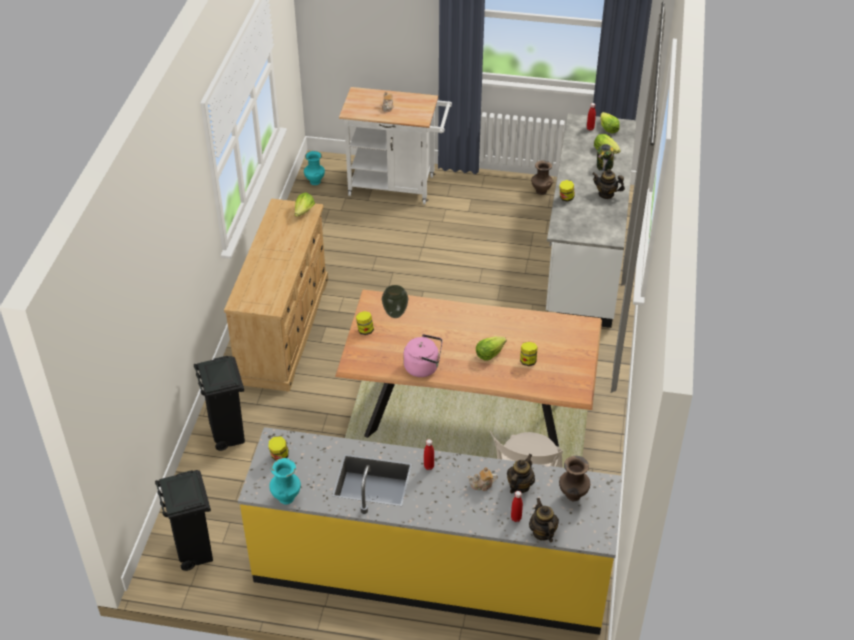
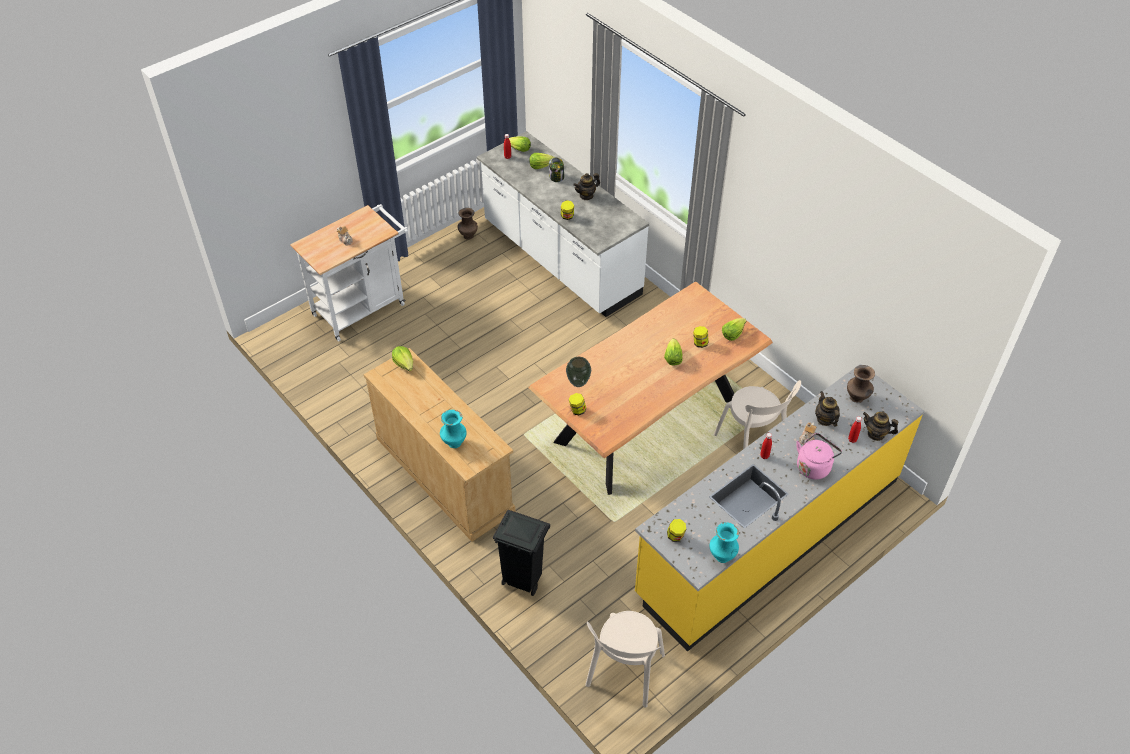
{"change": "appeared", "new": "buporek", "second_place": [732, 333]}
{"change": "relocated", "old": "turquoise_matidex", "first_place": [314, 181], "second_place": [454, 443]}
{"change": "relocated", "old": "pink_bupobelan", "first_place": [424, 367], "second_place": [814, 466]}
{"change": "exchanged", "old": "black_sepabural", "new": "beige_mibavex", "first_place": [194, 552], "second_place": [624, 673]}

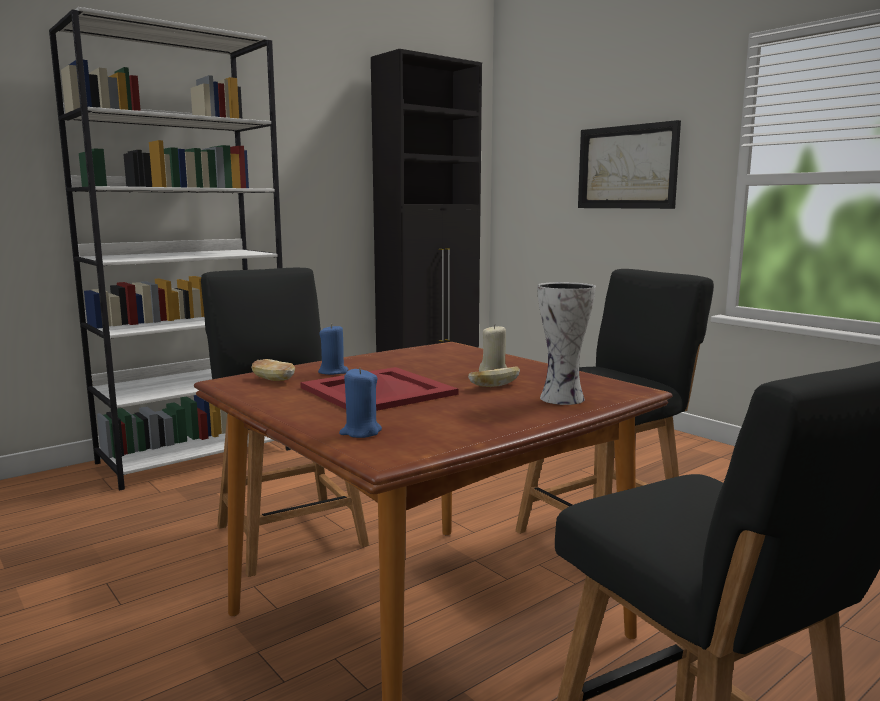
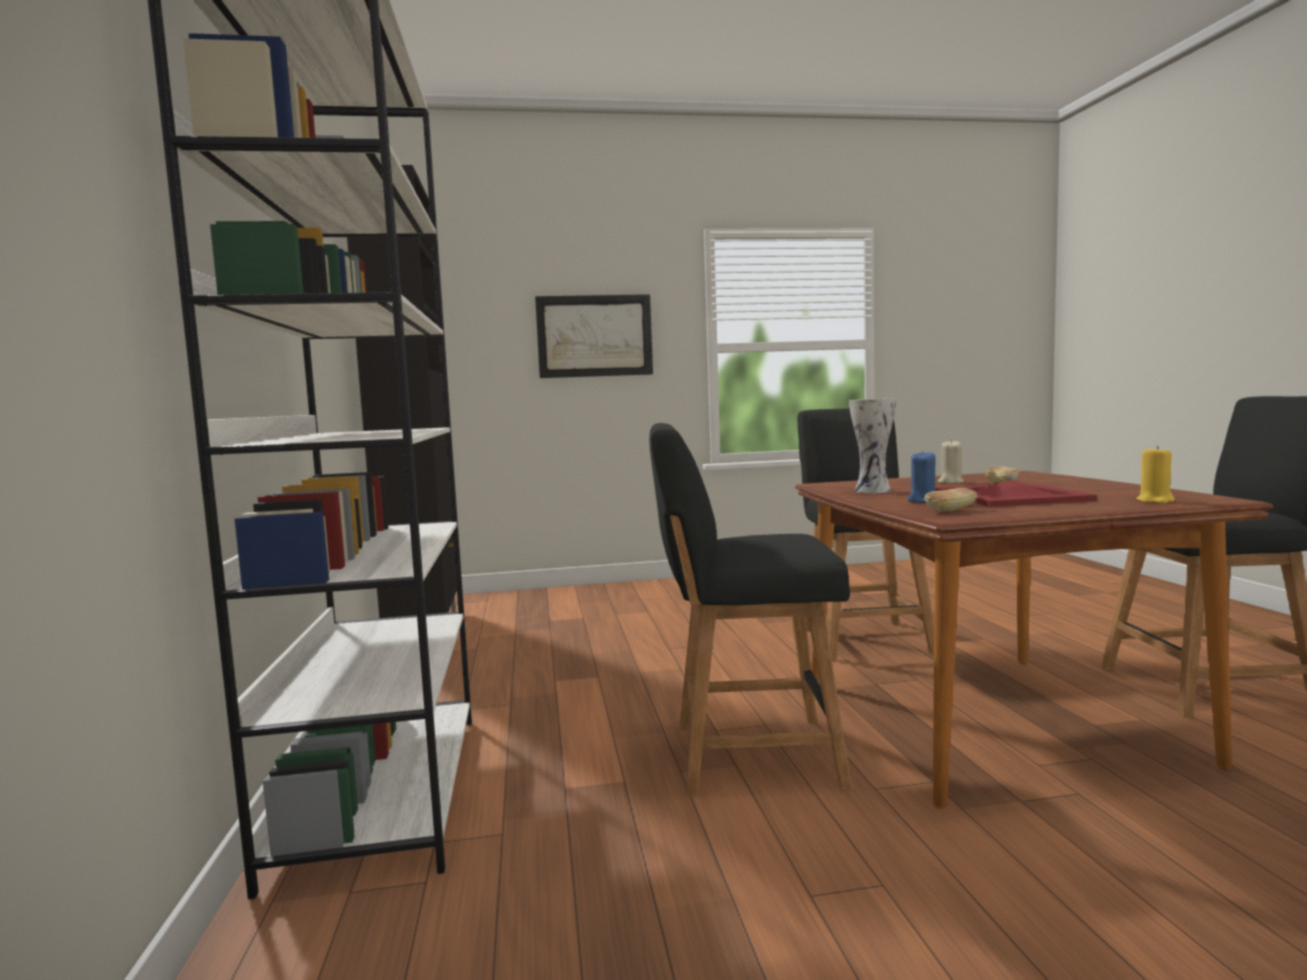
{"change": "relocated", "old": "matidex", "first_place": [562, 399], "second_place": [874, 491]}
{"change": "colour", "old": "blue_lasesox", "new": "yellow_lasesox", "first_place": [360, 432], "second_place": [1155, 501]}

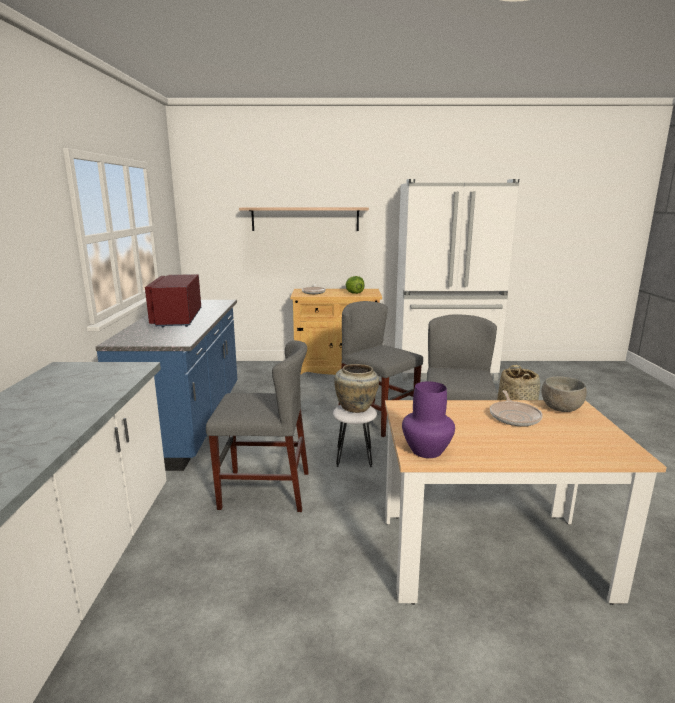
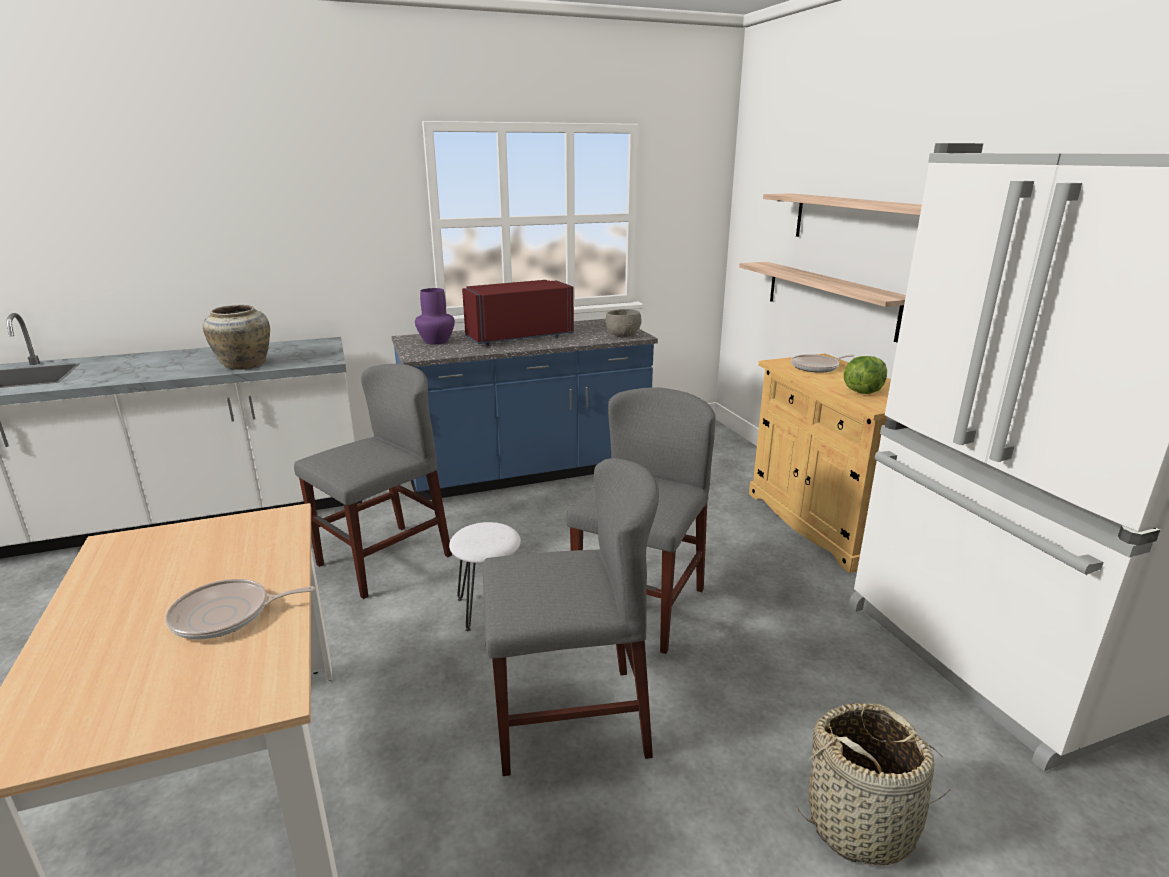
{"change": "appeared", "new": "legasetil", "second_place": [829, 298]}
{"change": "relocated", "old": "beige_matidex", "first_place": [356, 408], "second_place": [243, 365]}
{"change": "relocated", "old": "purple_matidex", "first_place": [427, 450], "second_place": [437, 341]}
{"change": "relocated", "old": "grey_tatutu", "first_place": [560, 409], "second_place": [623, 336]}
{"change": "spun", "old": "grey_mibavex", "first_place": [265, 490], "second_place": [384, 560], "degrees": -120}

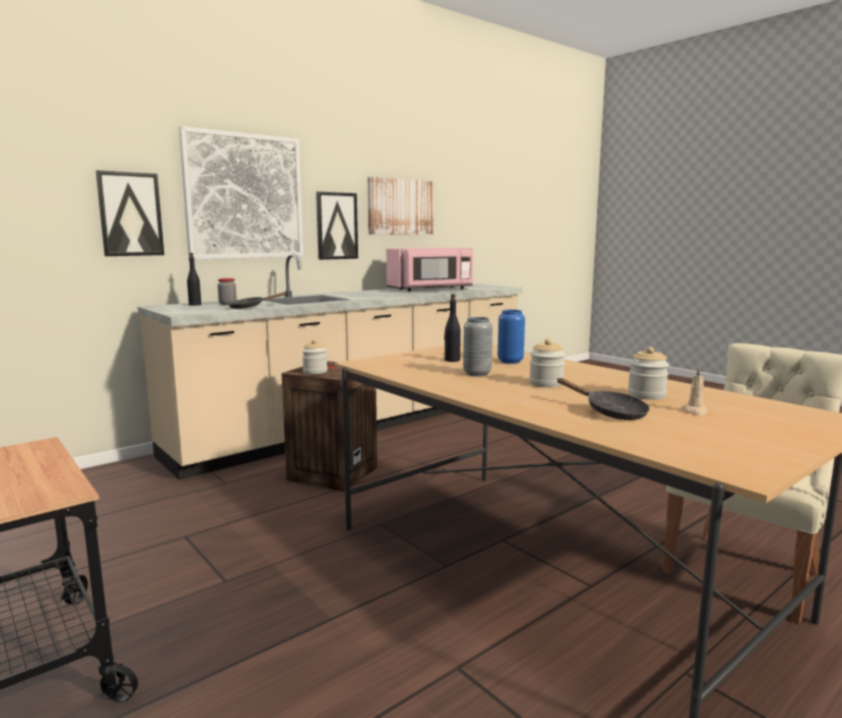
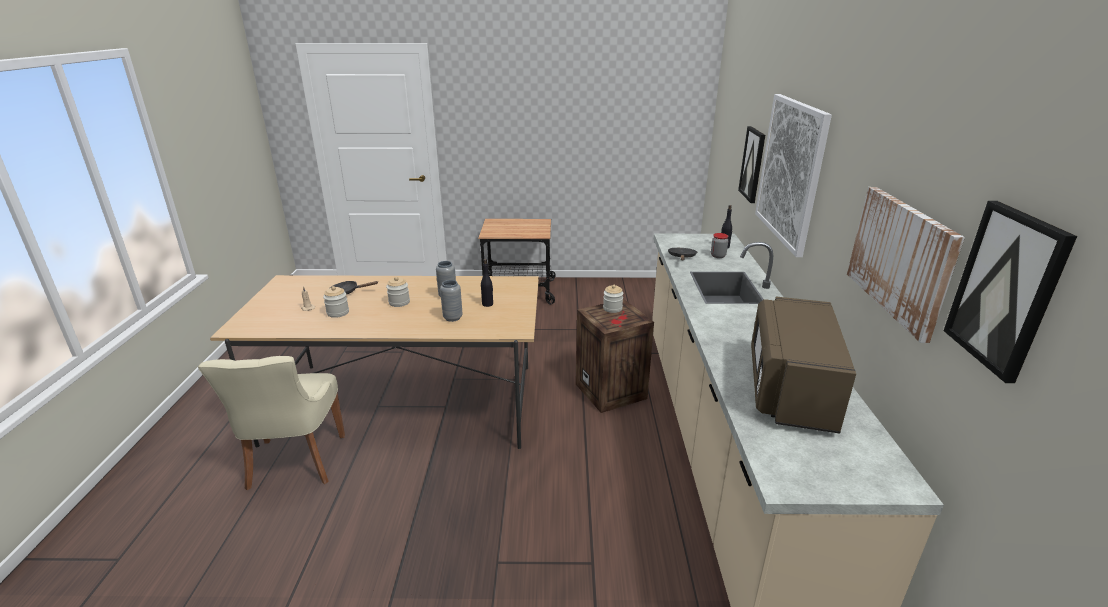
{"change": "relocated", "old": "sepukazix", "first_place": [336, 226], "second_place": [1006, 290]}
{"change": "colour", "old": "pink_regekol", "new": "brown_regekol", "first_place": [431, 289], "second_place": [790, 389]}
{"change": "colour", "old": "blue_matidex", "new": "grey_matidex", "first_place": [510, 361], "second_place": [452, 318]}

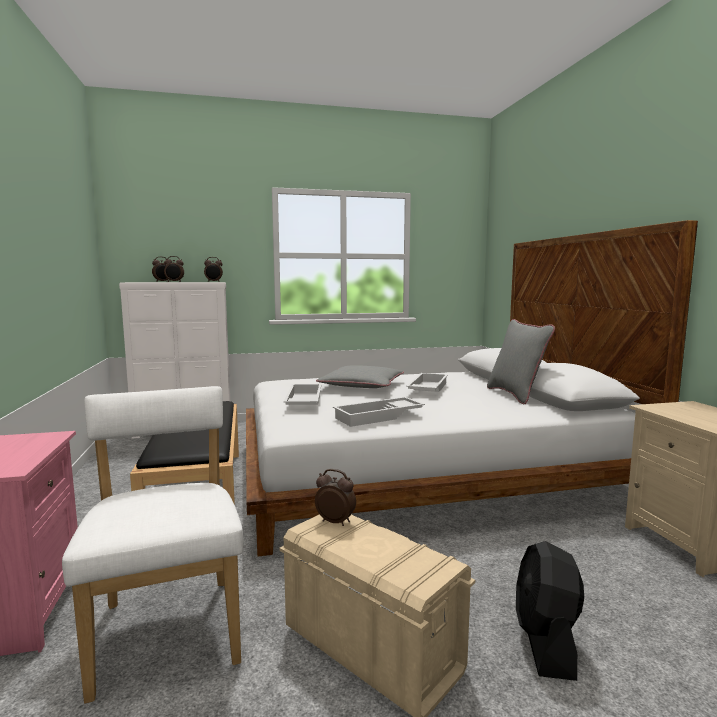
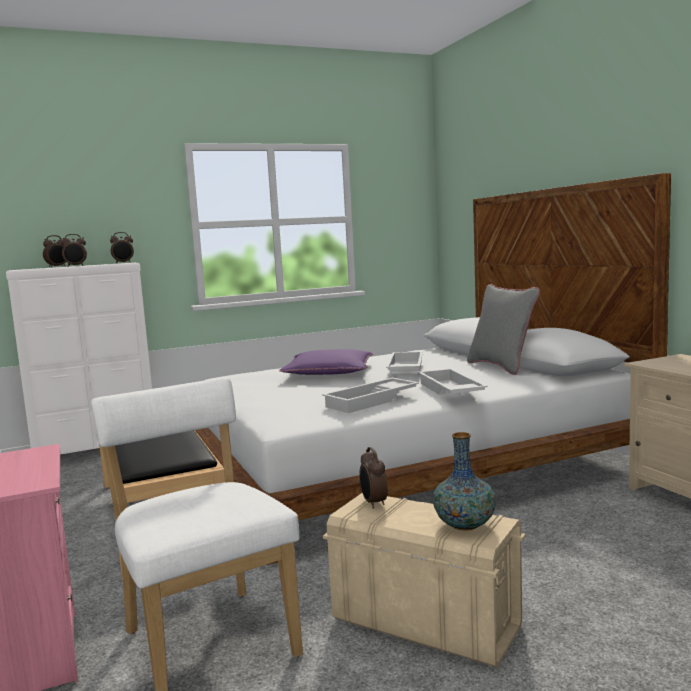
{"change": "missing", "old": "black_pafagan", "first_place": [545, 641]}
{"change": "appeared", "new": "matidex", "second_place": [464, 525]}
{"change": "relocated", "old": "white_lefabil", "first_place": [303, 402], "second_place": [449, 390]}
{"change": "colour", "old": "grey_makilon", "new": "purple_makilon", "first_place": [361, 385], "second_place": [329, 372]}
{"change": "spun", "old": "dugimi", "first_place": [335, 521], "second_place": [373, 503], "degrees": -120}

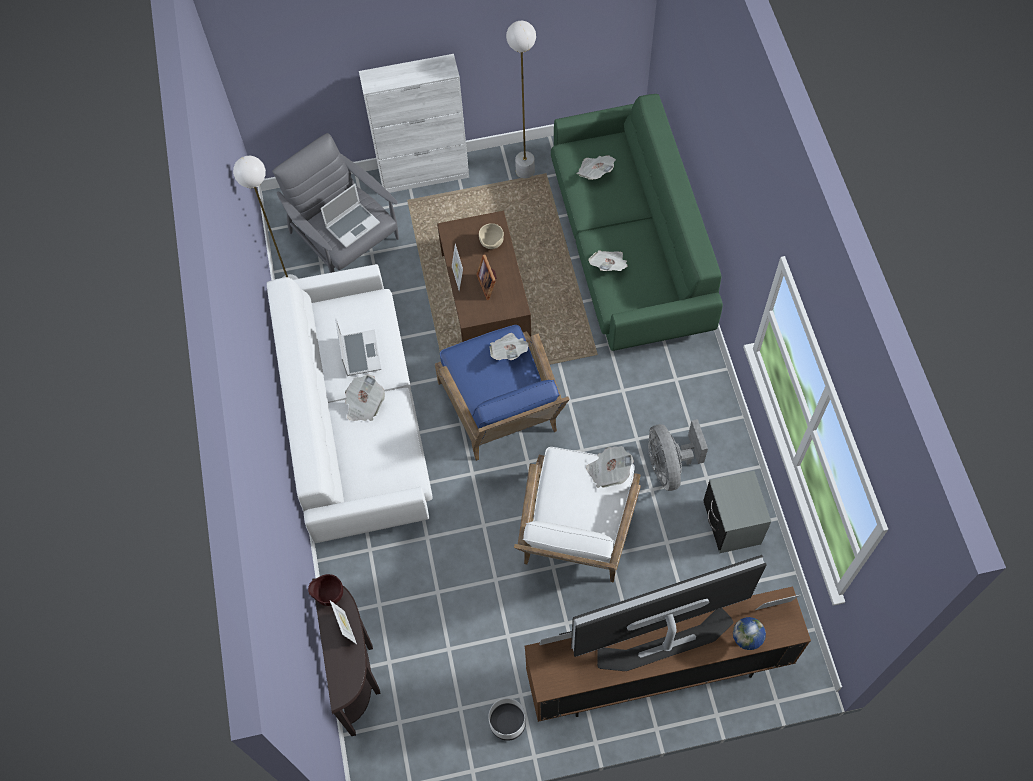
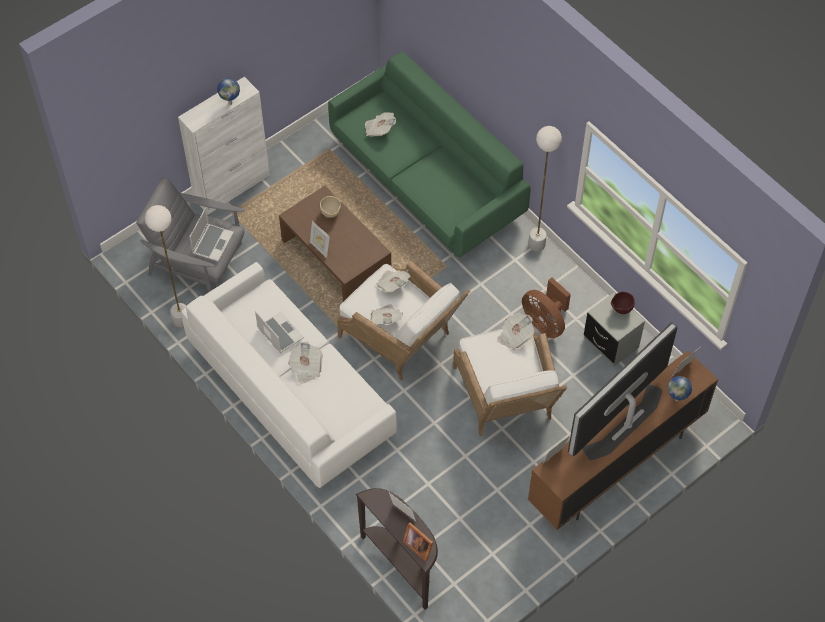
{"change": "missing", "old": "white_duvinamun", "first_place": [508, 723]}
{"change": "appeared", "new": "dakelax", "second_place": [230, 103]}
{"change": "relocated", "old": "brown_tatutu", "first_place": [328, 595], "second_place": [620, 309]}
{"change": "relocated", "old": "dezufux", "first_place": [488, 284], "second_place": [418, 545]}
{"change": "relocated", "old": "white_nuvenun", "first_place": [525, 171], "second_place": [537, 244]}
{"change": "relocated", "old": "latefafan", "first_place": [609, 266], "second_place": [386, 319]}
{"change": "colour", "old": "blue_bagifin", "new": "white_bagifin", "first_place": [503, 415], "second_place": [402, 339]}
{"change": "colour", "old": "grey_pafagan", "new": "brown_pafagan", "first_place": [669, 466], "second_place": [545, 322]}

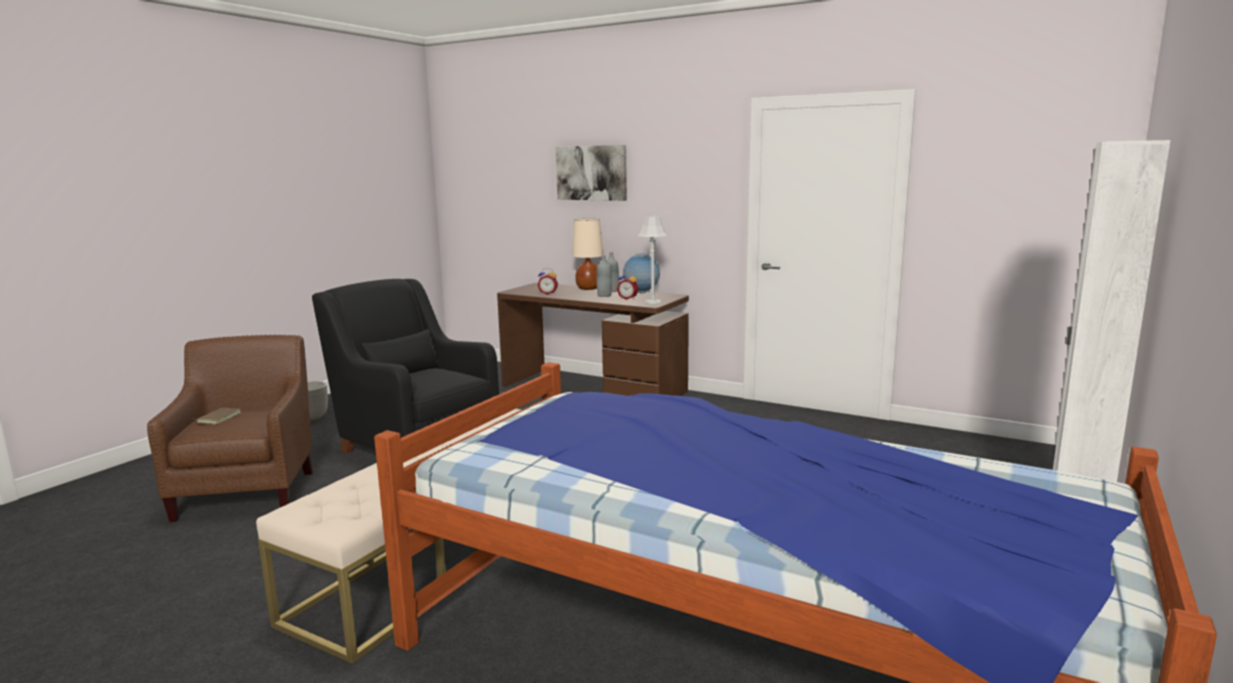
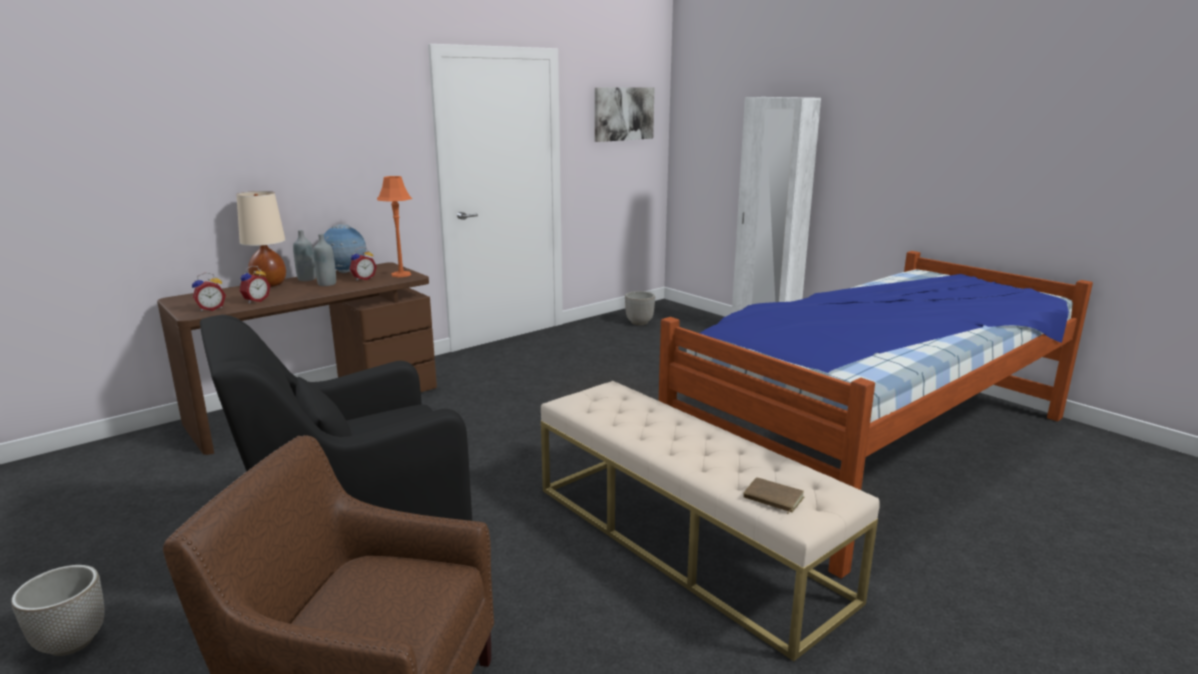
{"change": "appeared", "new": "dugimi", "second_place": [211, 309]}
{"change": "appeared", "new": "duvinamun", "second_place": [639, 323]}
{"change": "relocated", "old": "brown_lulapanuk", "first_place": [218, 418], "second_place": [772, 499]}
{"change": "relocated", "old": "sepukazix", "first_place": [591, 173], "second_place": [623, 114]}
{"change": "colour", "old": "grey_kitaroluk", "new": "orange_kitaroluk", "first_place": [653, 302], "second_place": [401, 274]}

